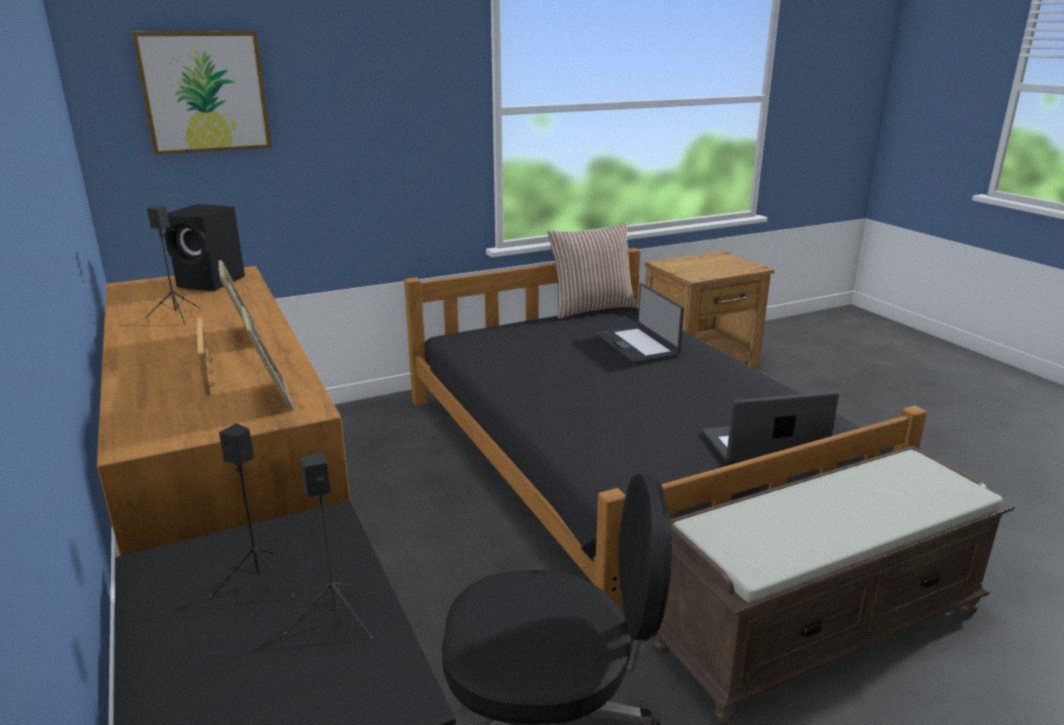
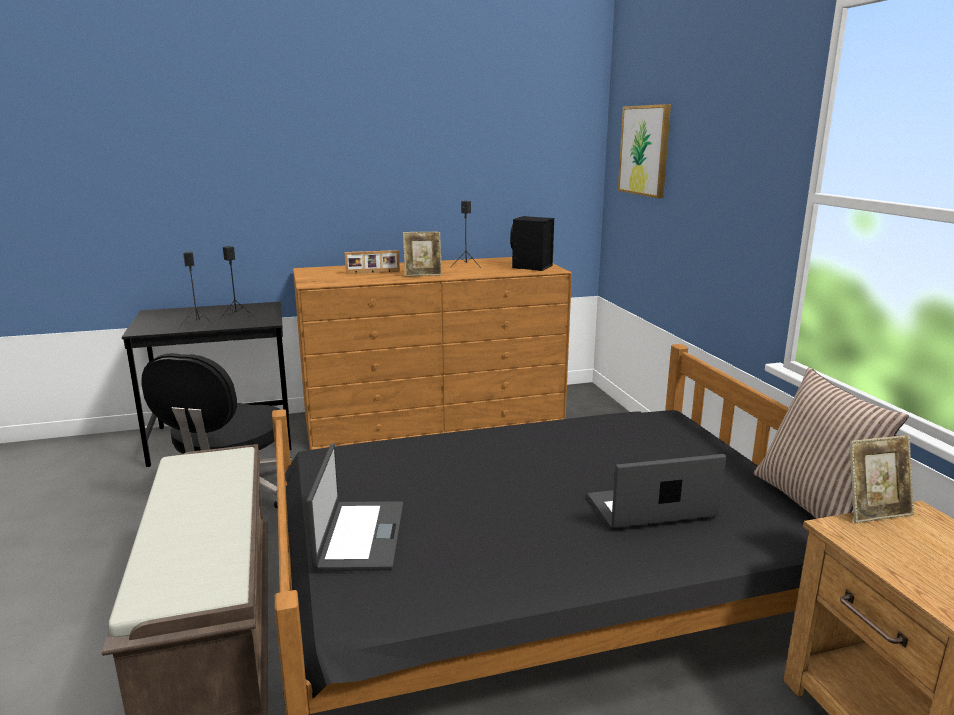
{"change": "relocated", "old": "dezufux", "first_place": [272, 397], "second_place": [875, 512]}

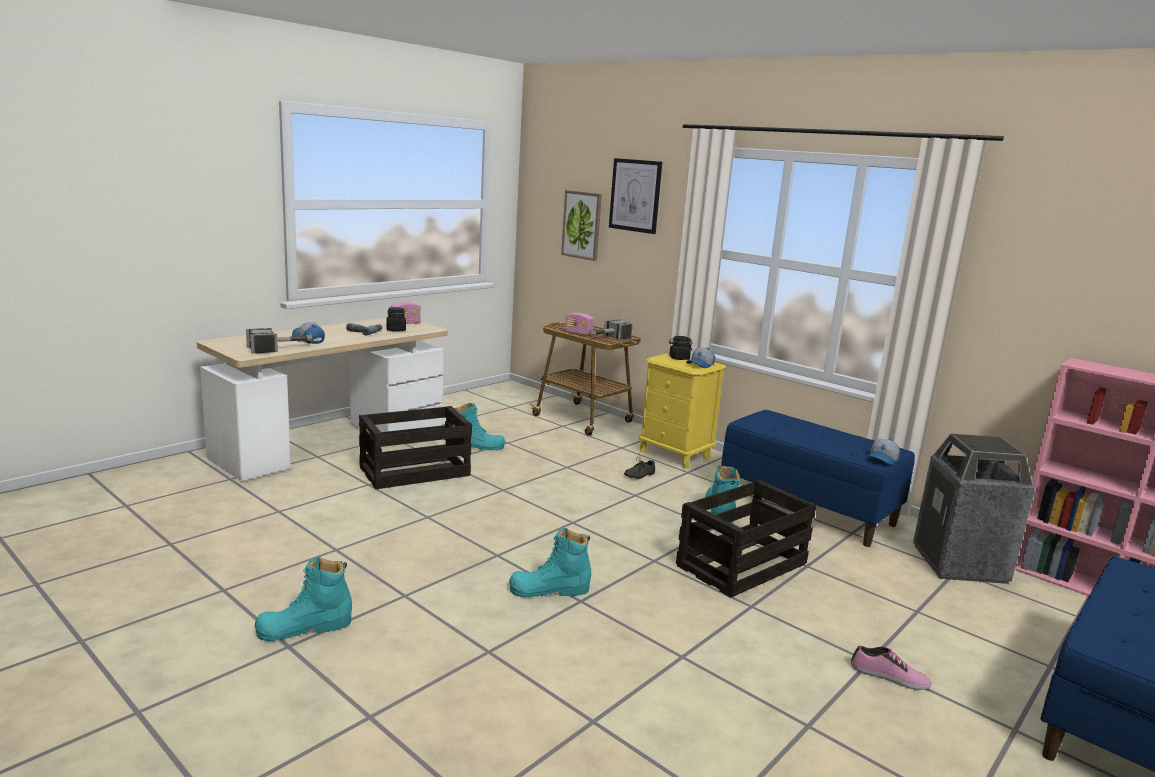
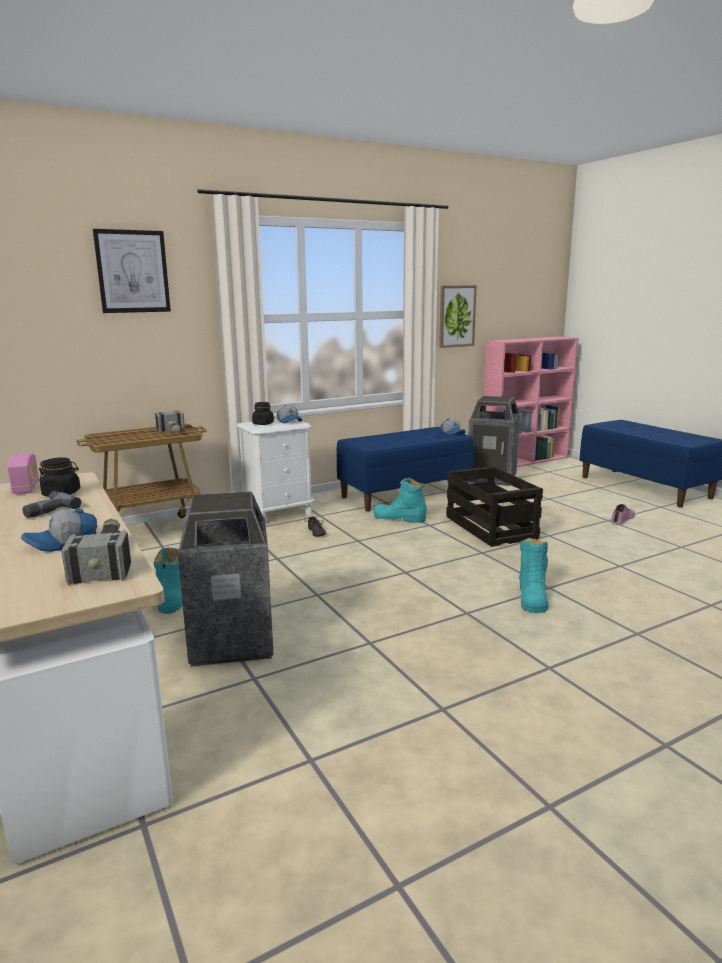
{"change": "missing", "old": "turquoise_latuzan", "first_place": [304, 628]}
{"change": "missing", "old": "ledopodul", "first_place": [578, 333]}
{"change": "relocated", "old": "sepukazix", "first_place": [582, 225], "second_place": [456, 316]}
{"change": "exchanged", "old": "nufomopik", "new": "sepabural", "first_place": [415, 471], "second_place": [231, 641]}
{"change": "colour", "old": "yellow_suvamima", "new": "white_suvamima", "first_place": [675, 455], "second_place": [279, 513]}

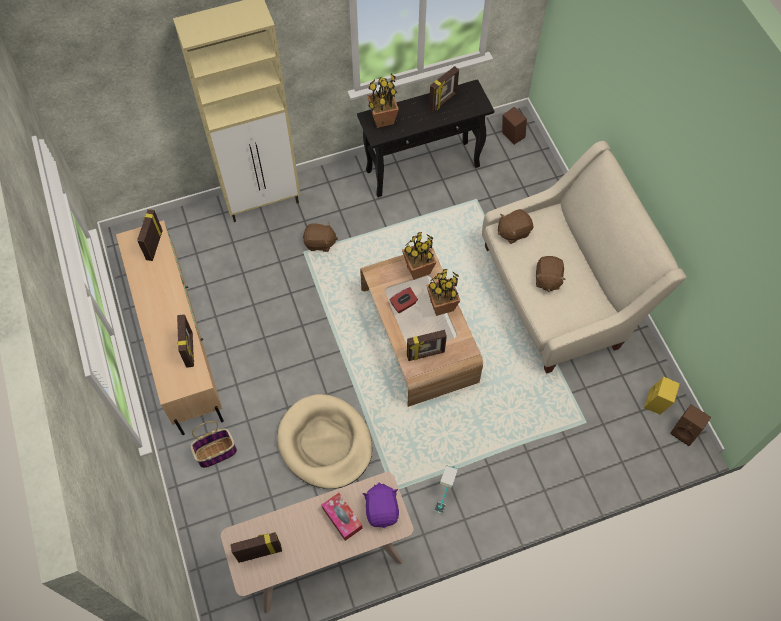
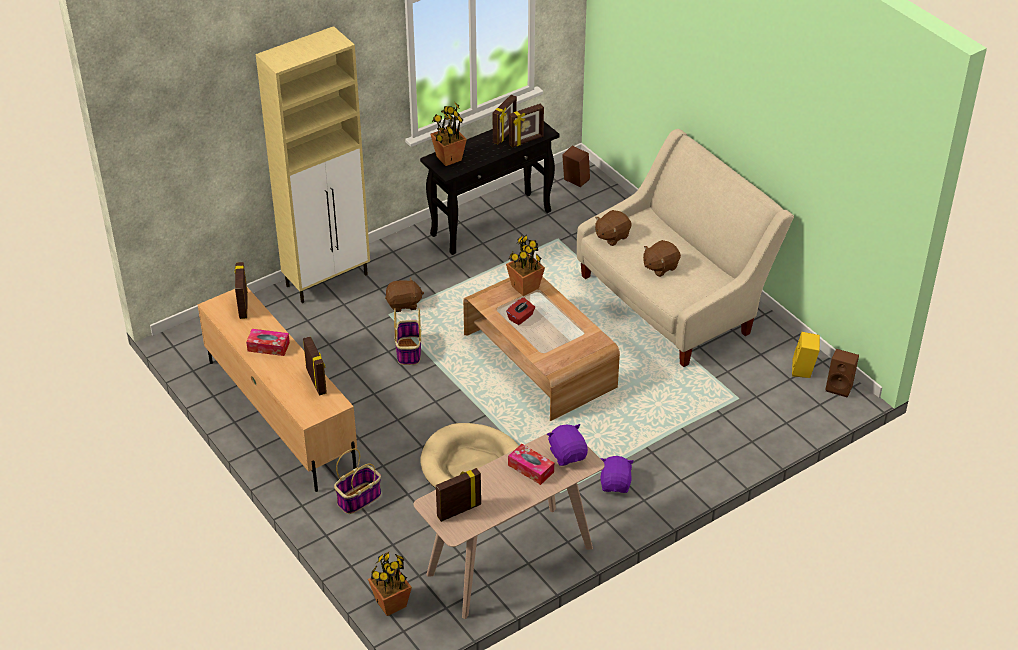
{"change": "appeared", "new": "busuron", "second_place": [268, 347]}
{"change": "appeared", "new": "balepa", "second_place": [408, 351]}
{"change": "relocated", "old": "dezufux", "first_place": [425, 354], "second_place": [526, 141]}
{"change": "relocated", "old": "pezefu", "first_place": [441, 305], "second_place": [391, 603]}
{"change": "exchanged", "old": "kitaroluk", "new": "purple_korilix", "first_place": [444, 494], "second_place": [616, 484]}
{"change": "spun", "old": "brown_korilix", "first_place": [547, 279], "second_place": [660, 267], "degrees": 60}

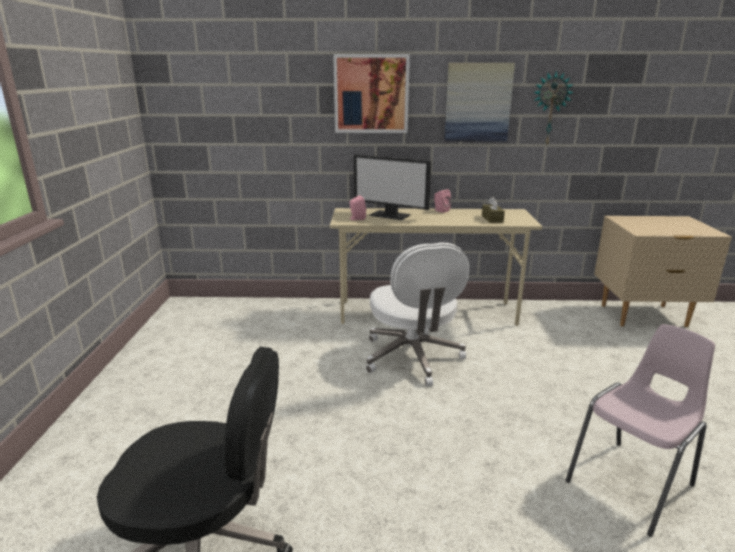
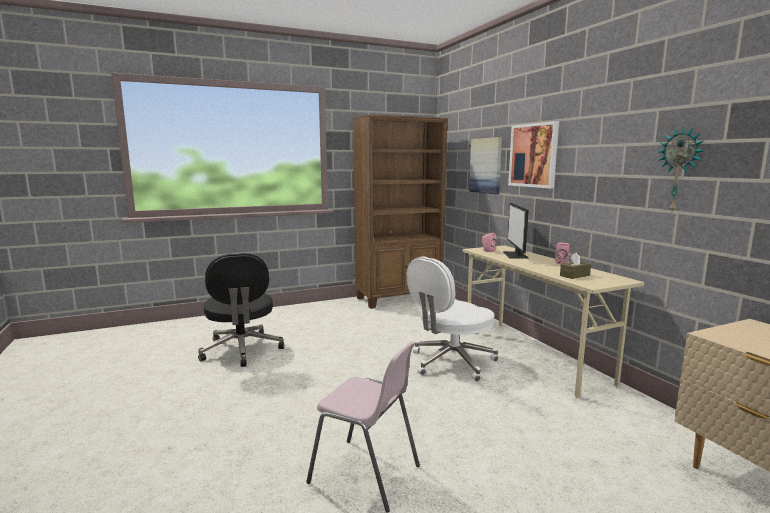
{"change": "appeared", "new": "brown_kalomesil", "second_place": [399, 298]}
{"change": "relocated", "old": "sepukazix", "first_place": [478, 102], "second_place": [486, 165]}

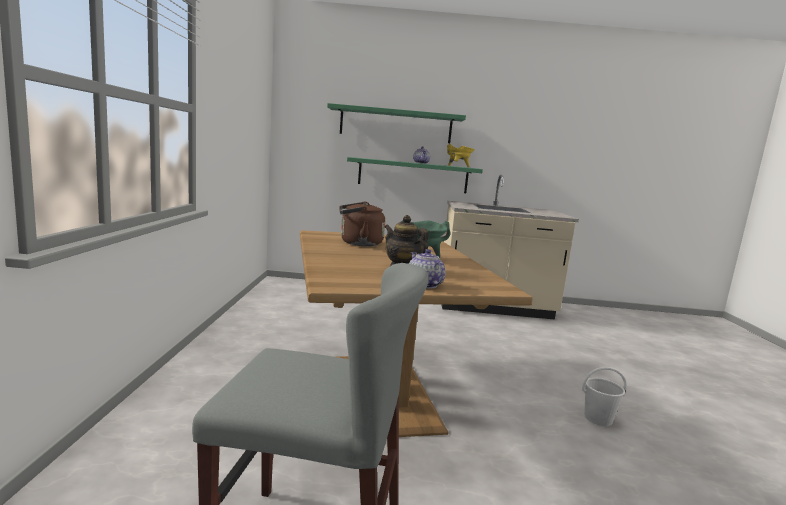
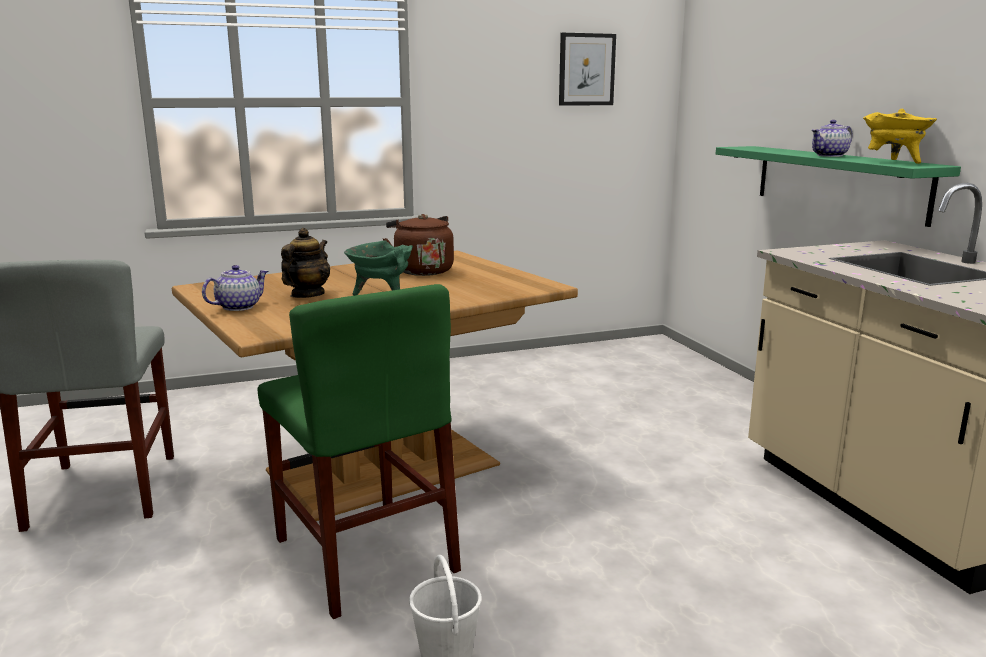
{"change": "missing", "old": "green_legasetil", "first_place": [395, 125]}
{"change": "appeared", "new": "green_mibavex", "second_place": [364, 554]}
{"change": "appeared", "new": "sepukazix", "second_place": [586, 69]}

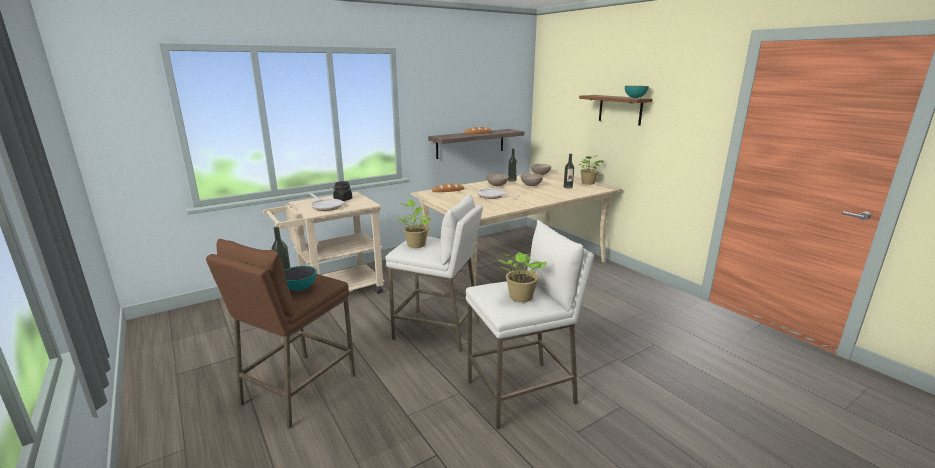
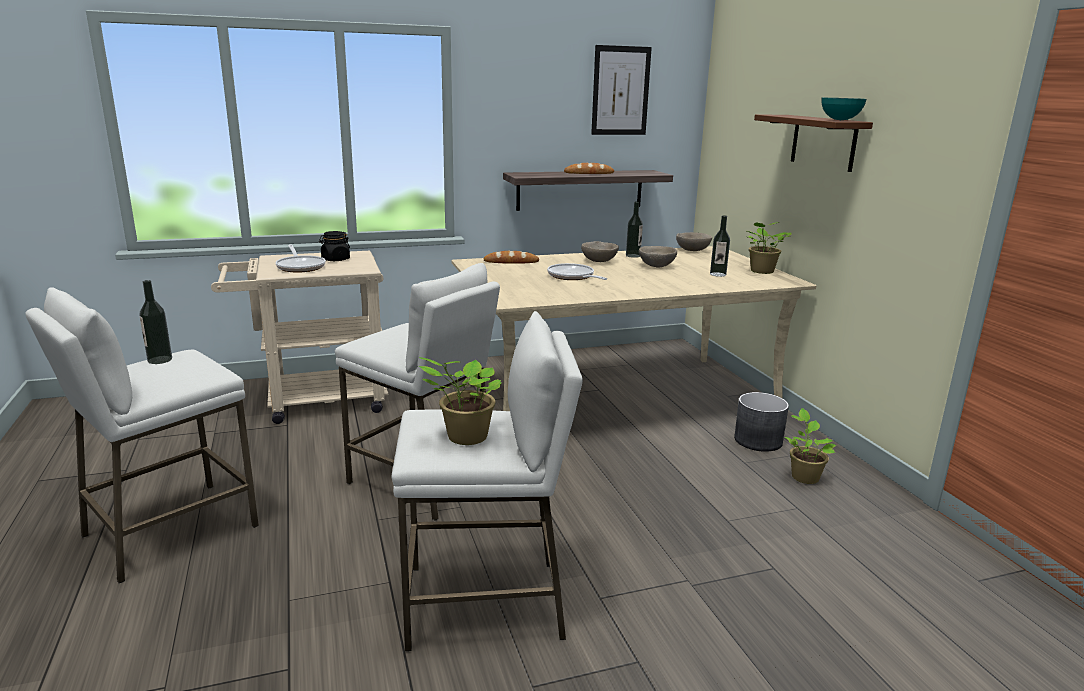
{"change": "missing", "old": "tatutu", "first_place": [300, 288]}
{"change": "appeared", "new": "sepukazix", "second_place": [620, 91]}
{"change": "appeared", "new": "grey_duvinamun", "second_place": [758, 441]}
{"change": "relocated", "old": "pezefu", "first_place": [416, 244], "second_place": [804, 476]}
{"change": "colour", "old": "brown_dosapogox", "new": "white_dosapogox", "first_place": [298, 389], "second_place": [169, 530]}

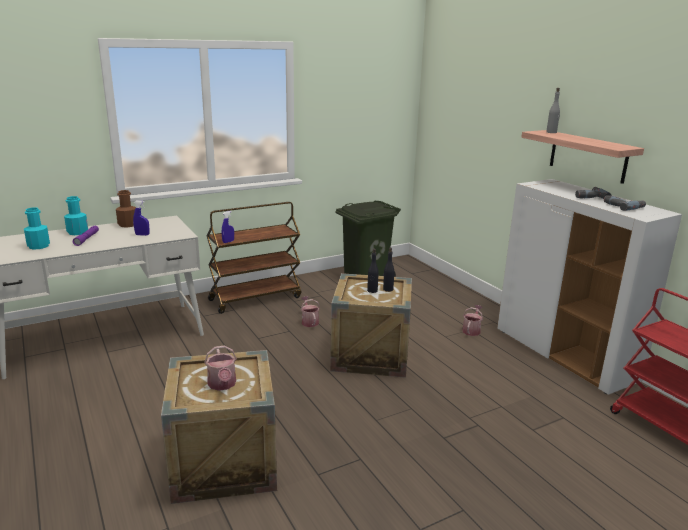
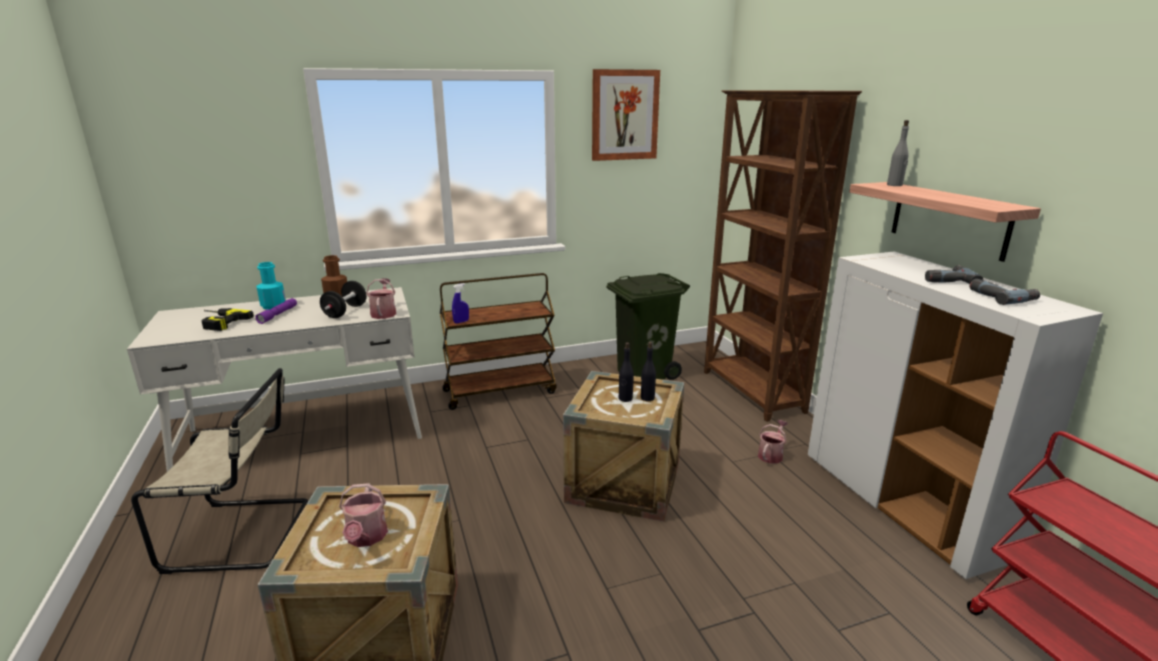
{"change": "appeared", "new": "beige_mibavex", "second_place": [244, 534]}
{"change": "appeared", "new": "sepukazix", "second_place": [624, 115]}
{"change": "appeared", "new": "brown_kalomesil", "second_place": [752, 392]}
{"change": "relocated", "old": "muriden", "first_place": [309, 321], "second_place": [384, 313]}
{"change": "exchanged", "old": "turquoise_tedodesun", "new": "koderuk", "first_place": [38, 246], "second_place": [217, 322]}
{"change": "exchanged", "old": "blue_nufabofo", "new": "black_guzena", "first_place": [142, 235], "second_place": [345, 311]}

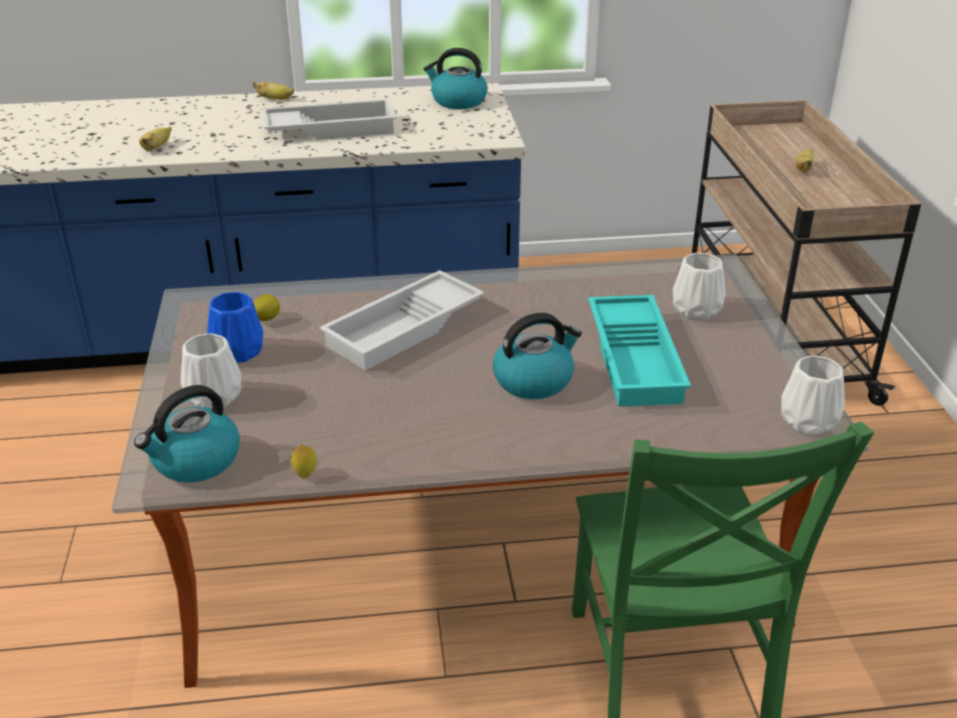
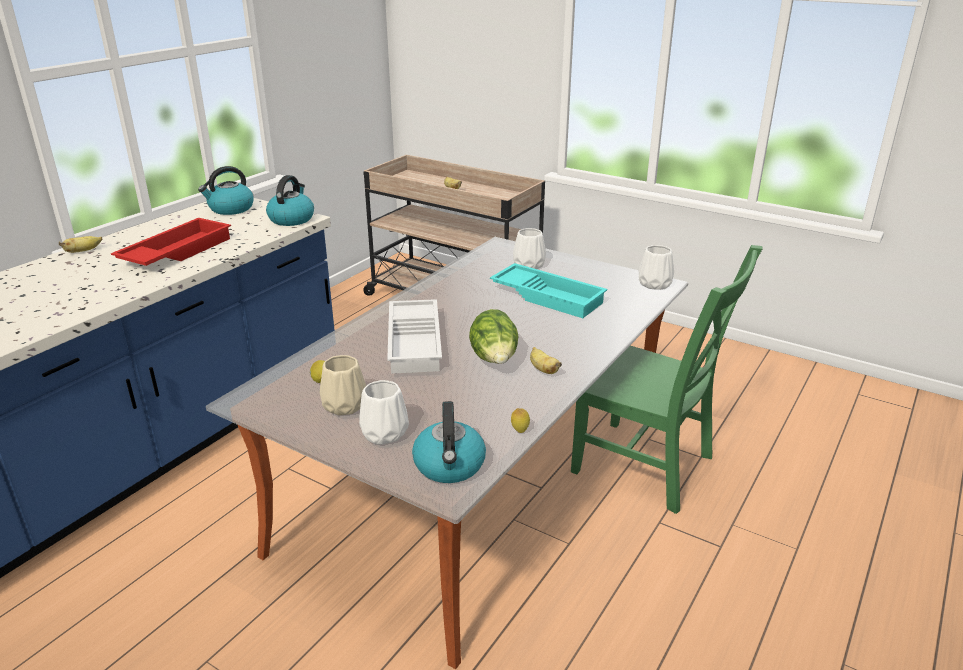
{"change": "appeared", "new": "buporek", "second_place": [495, 360]}
{"change": "relocated", "old": "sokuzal", "first_place": [156, 148], "second_place": [543, 369]}
{"change": "relocated", "old": "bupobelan", "first_place": [534, 380], "second_place": [291, 219]}
{"change": "colour", "old": "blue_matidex", "new": "beige_matidex", "first_place": [236, 352], "second_place": [343, 406]}
{"change": "colour", "old": "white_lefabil", "new": "red_lefabil", "first_place": [331, 128], "second_place": [176, 252]}

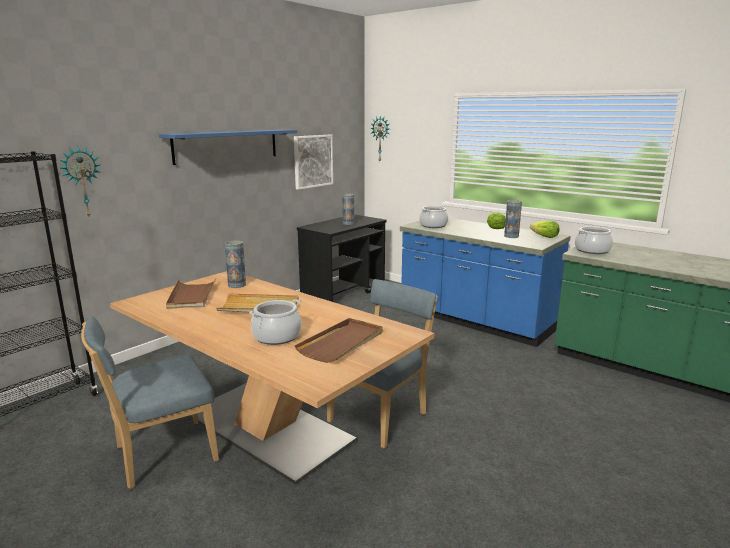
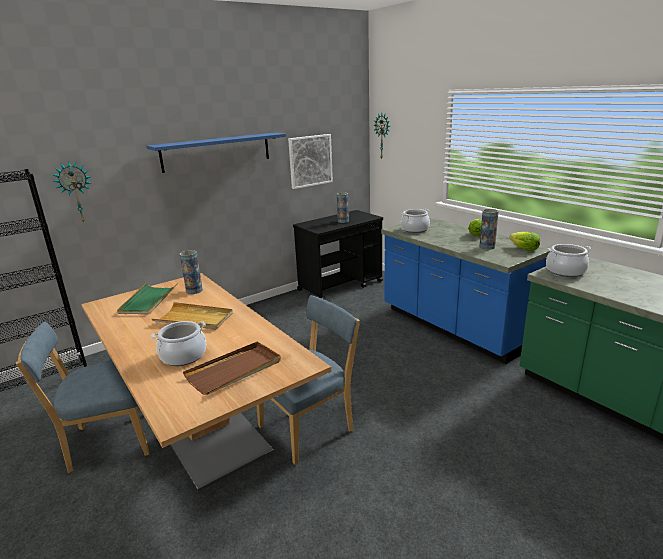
{"change": "colour", "old": "brown_lefabil", "new": "green_lefabil", "first_place": [191, 296], "second_place": [148, 301]}

